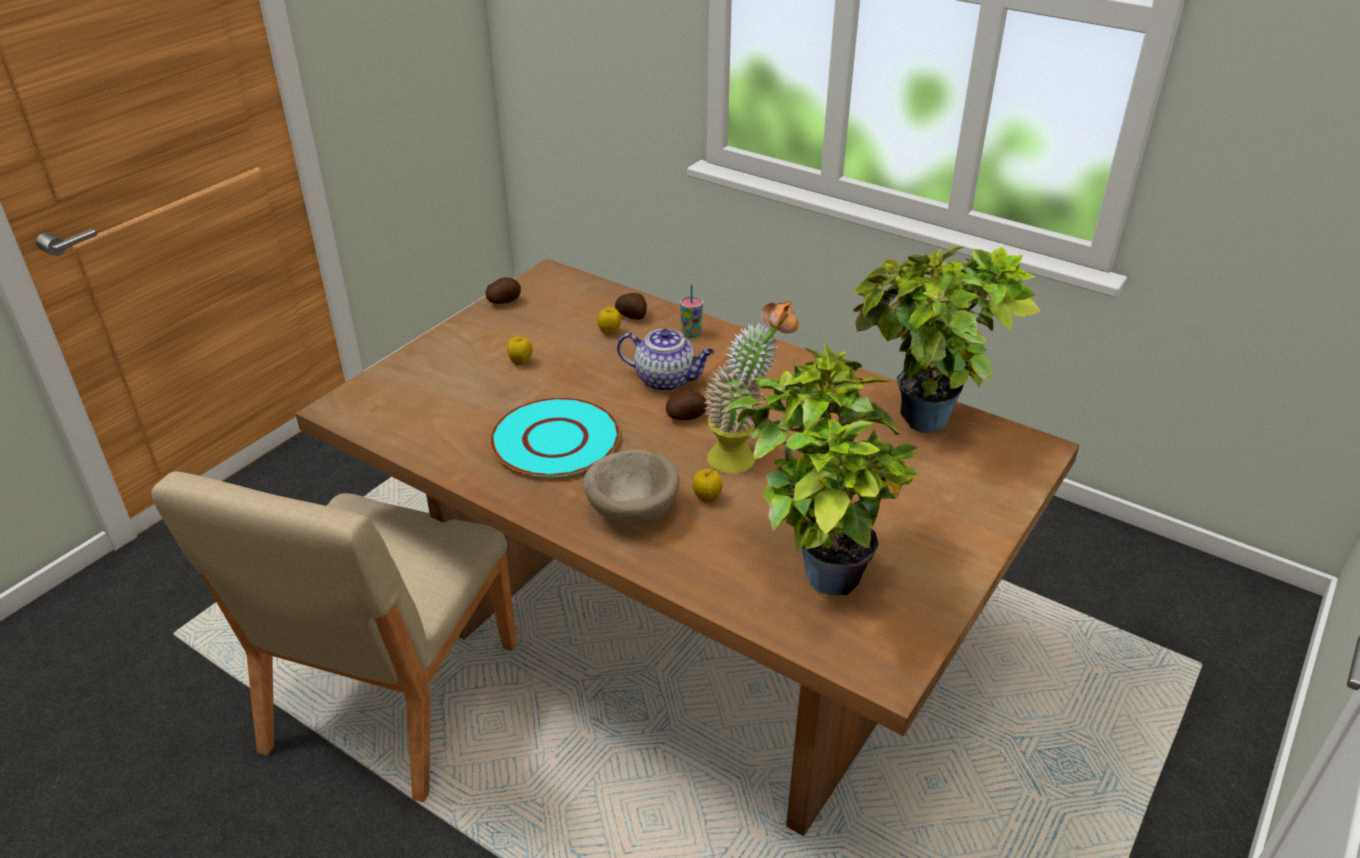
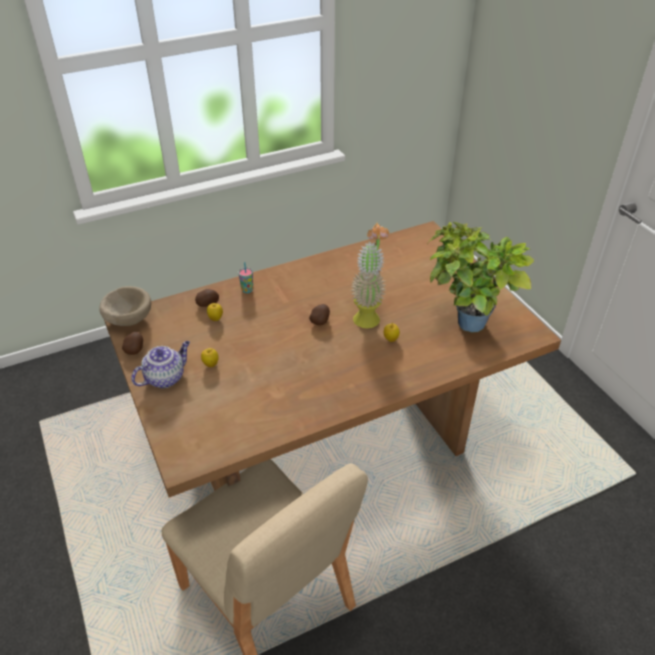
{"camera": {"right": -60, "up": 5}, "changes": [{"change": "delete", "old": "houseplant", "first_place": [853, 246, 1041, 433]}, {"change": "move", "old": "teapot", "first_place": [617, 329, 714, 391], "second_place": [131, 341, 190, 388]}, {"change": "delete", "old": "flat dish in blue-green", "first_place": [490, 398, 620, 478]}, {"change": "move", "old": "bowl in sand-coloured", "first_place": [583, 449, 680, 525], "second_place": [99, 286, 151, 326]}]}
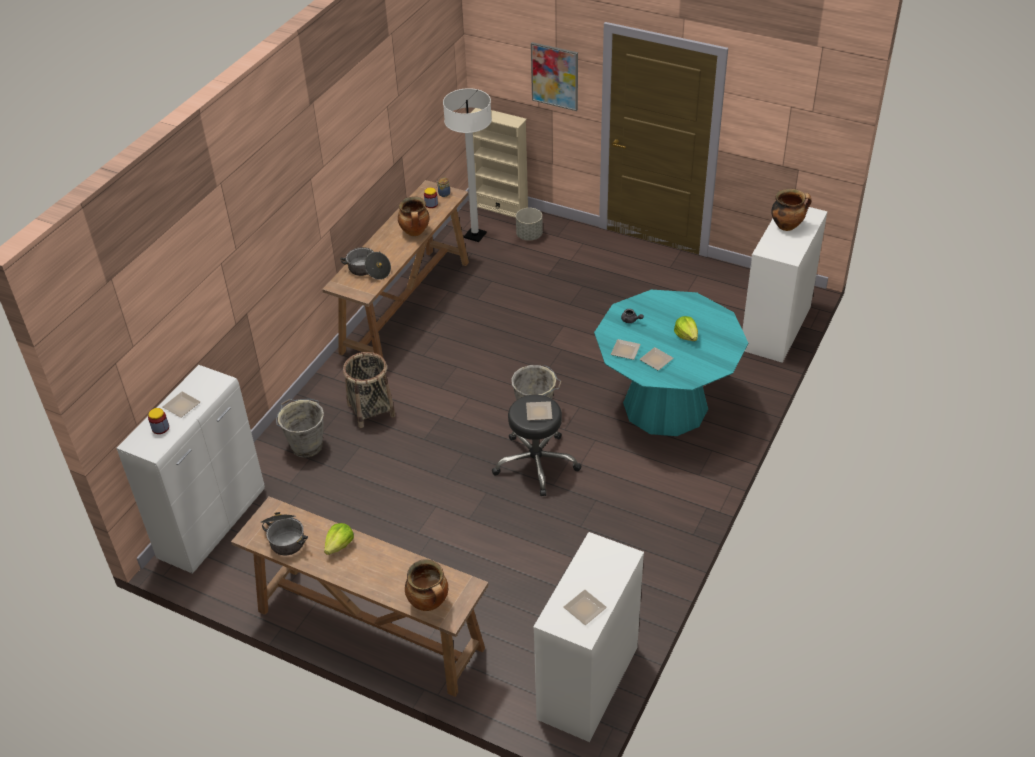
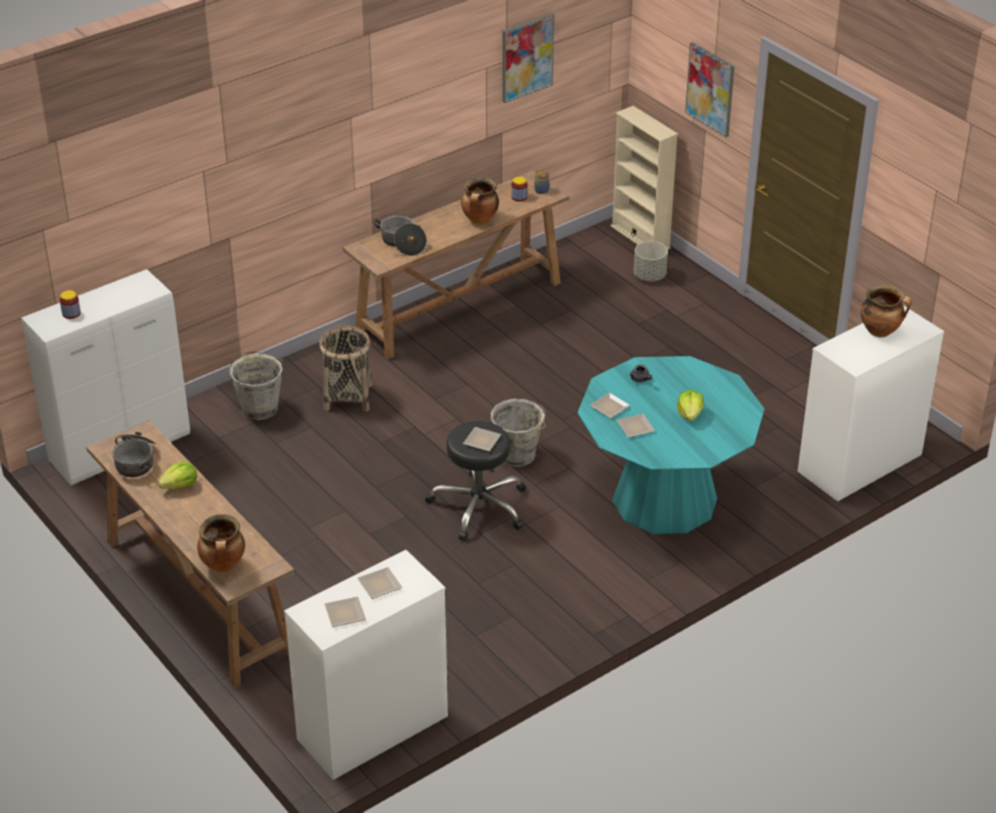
{"camera": {"right": 25, "up": -5}, "changes": [{"change": "delete", "old": "standard lamp in white-coloured", "first_place": [443, 88, 492, 242]}, {"change": "move", "old": "flat dish", "first_place": [163, 391, 200, 418], "second_place": [358, 567, 403, 599]}, {"change": "insert", "new": "wall art", "second_place": [502, 13, 554, 103]}]}
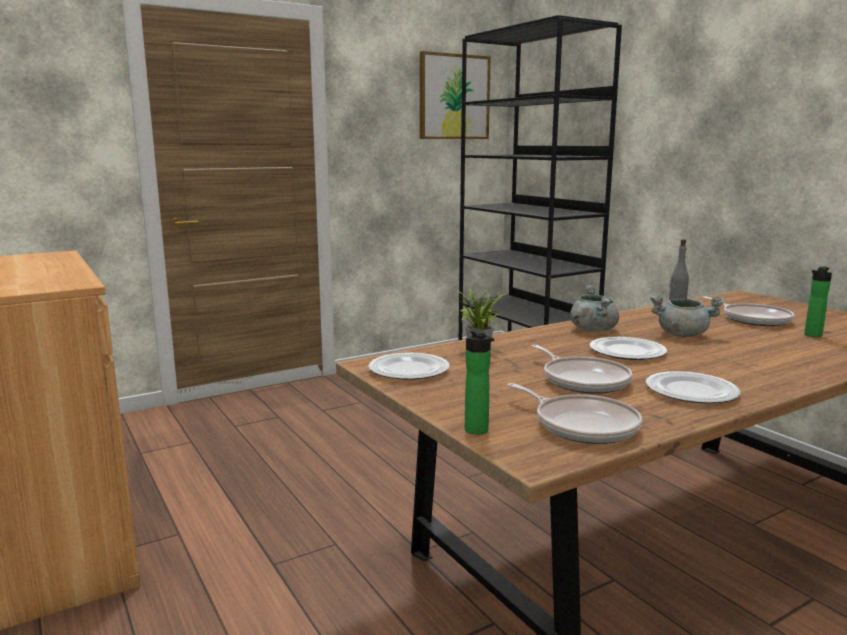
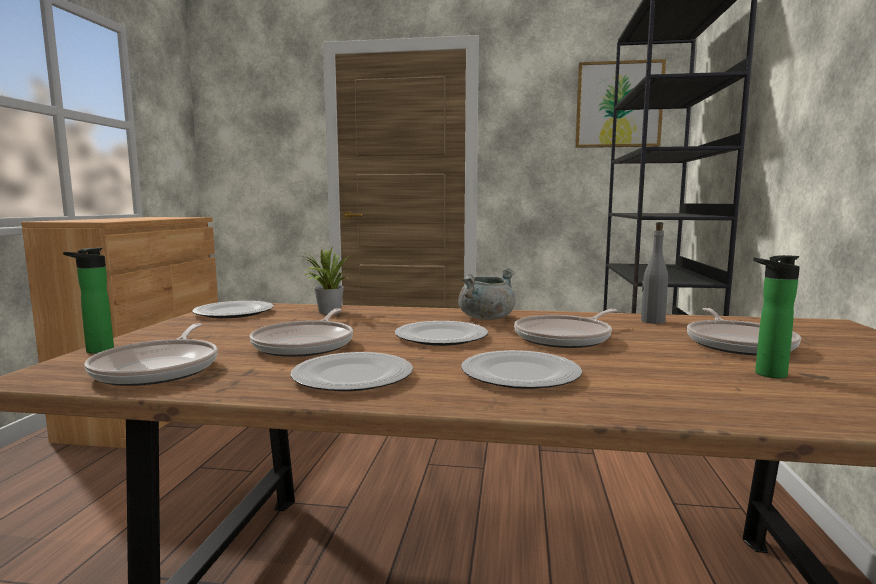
{"camera": {"right": 40, "up": -5}, "changes": [{"change": "replace", "old": "cooking pot in grey", "new": "frying pan", "first_place": [650, 295, 725, 337], "second_place": [514, 309, 617, 348]}, {"change": "insert", "new": "flat dish", "second_place": [461, 350, 582, 389]}]}
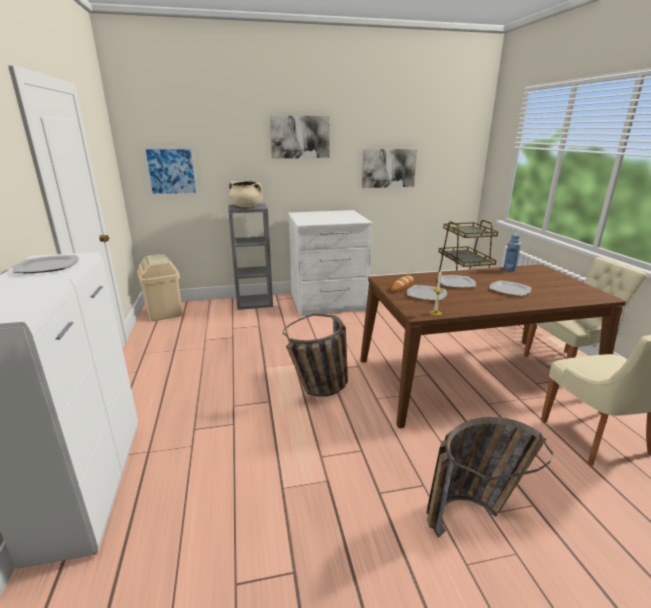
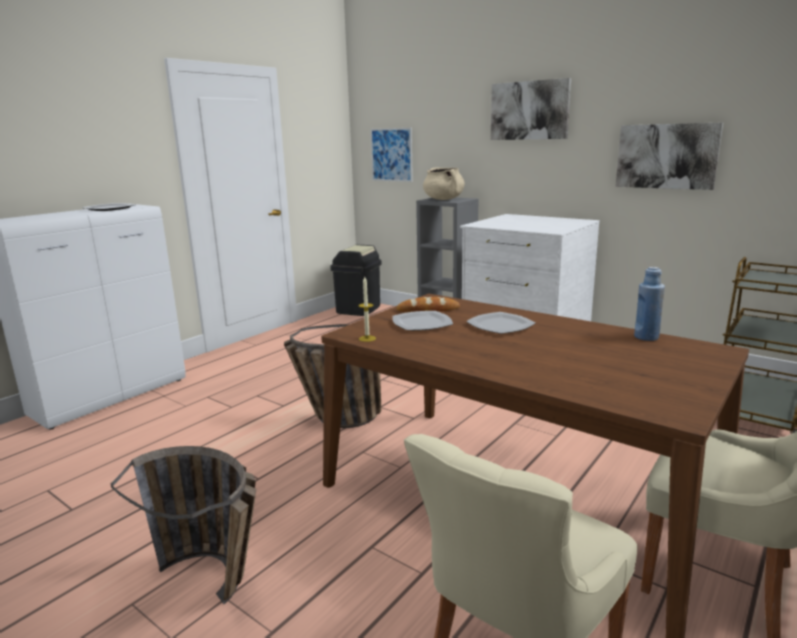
{"camera": {"right": 50, "up": -5}, "changes": [{"change": "recolor", "old": "rubbish bin in sand-coloured", "new": "rubbish bin in blackish", "first_place": [137, 254, 183, 321], "second_place": [330, 245, 382, 316]}, {"change": "delete", "old": "flat dish", "first_place": [489, 280, 531, 296]}]}
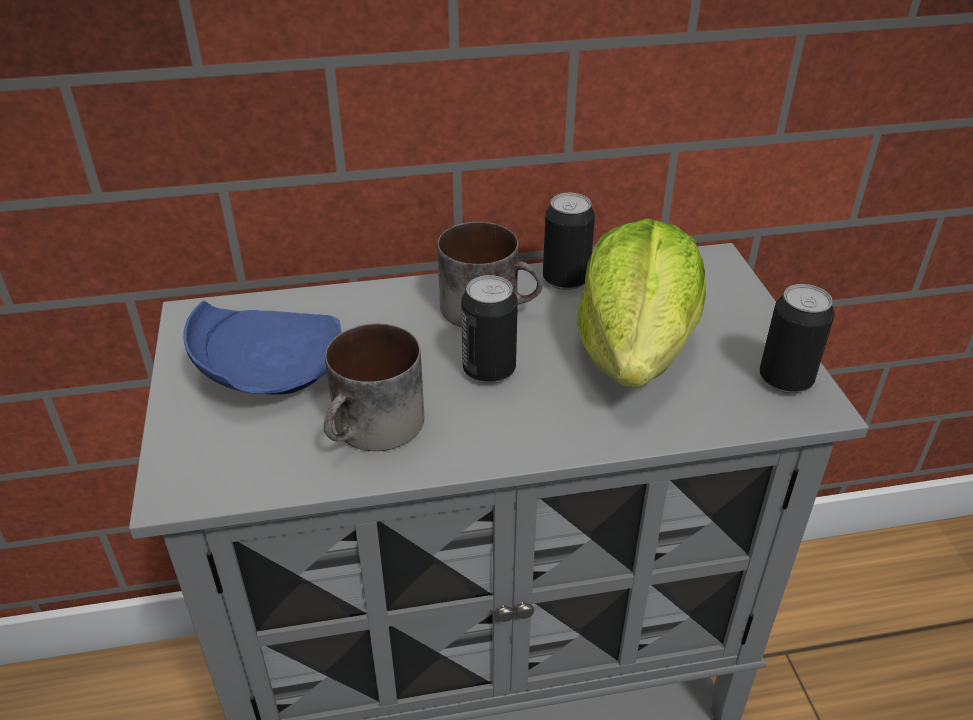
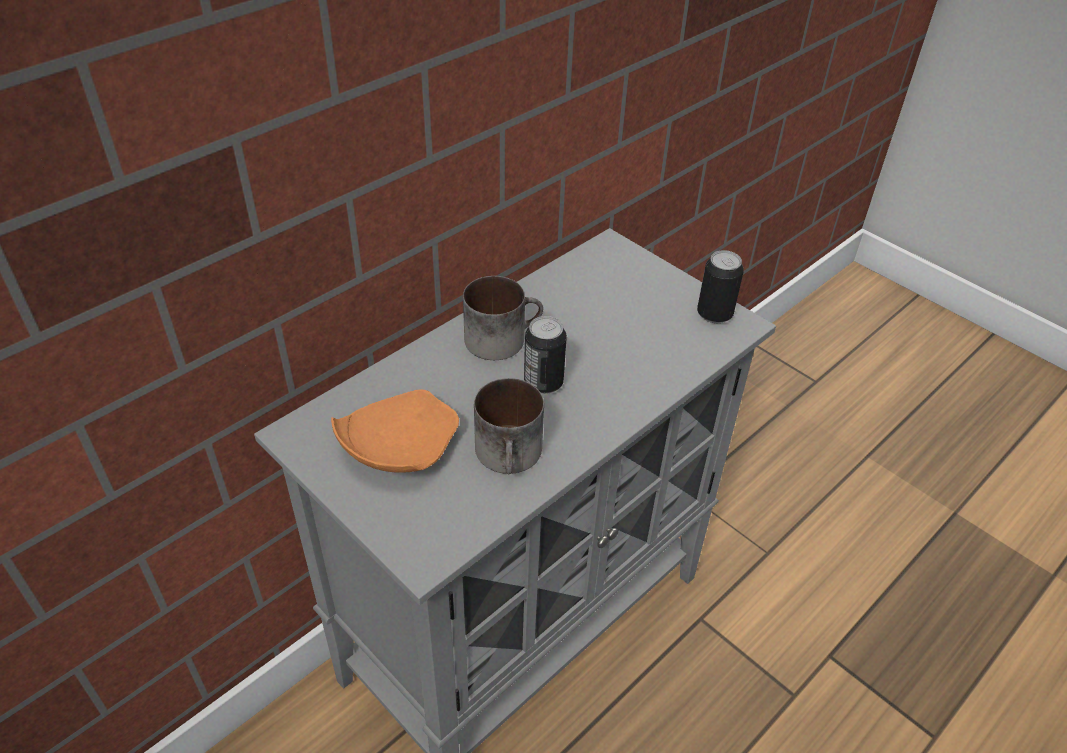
{"camera": {"right": -35, "up": 5}, "changes": [{"change": "delete", "old": "metal can", "first_place": [543, 193, 595, 290]}, {"change": "delete", "old": "lettuce head", "first_place": [577, 219, 706, 388]}, {"change": "recolor", "old": "flat dish in bluish", "new": "flat dish in orangey", "first_place": [183, 301, 342, 395], "second_place": [331, 389, 459, 473]}]}
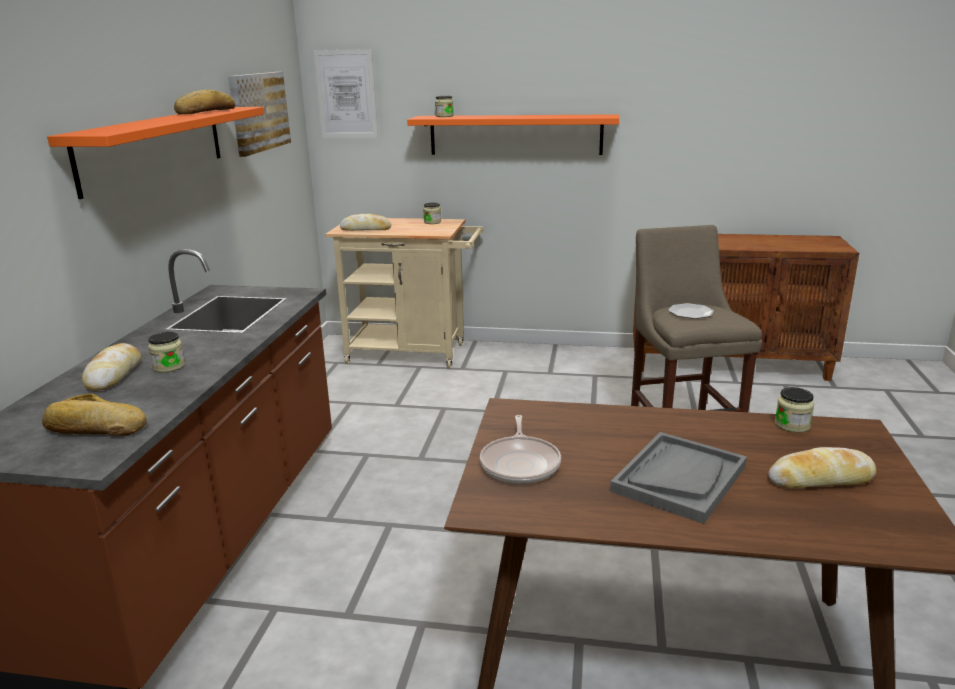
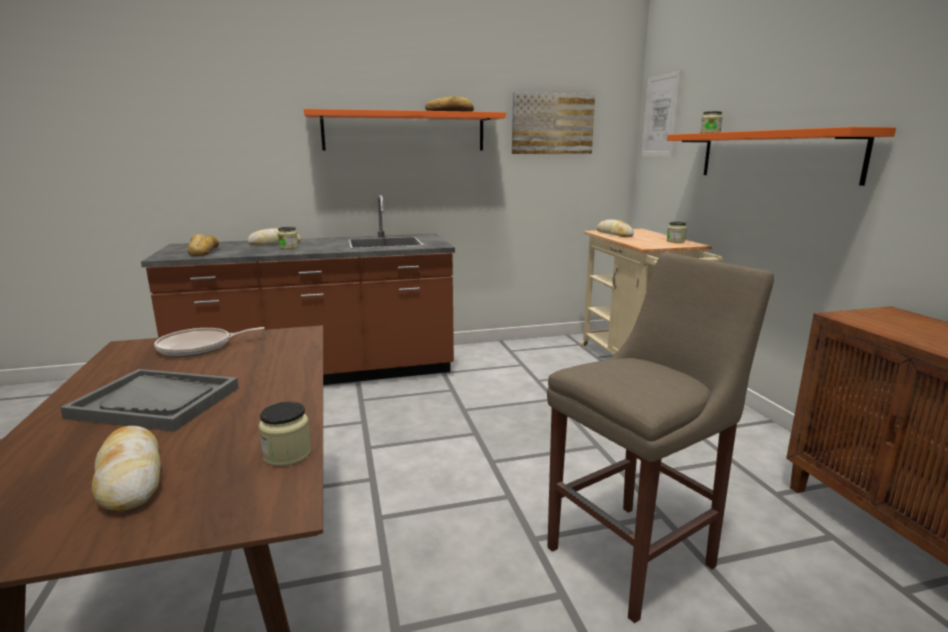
{"camera": {"right": 65, "up": -5}, "changes": [{"change": "delete", "old": "flat dish", "first_place": [668, 303, 714, 319]}]}
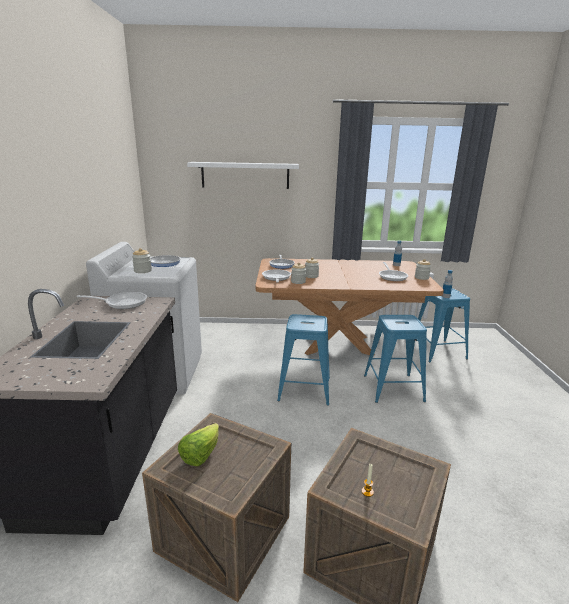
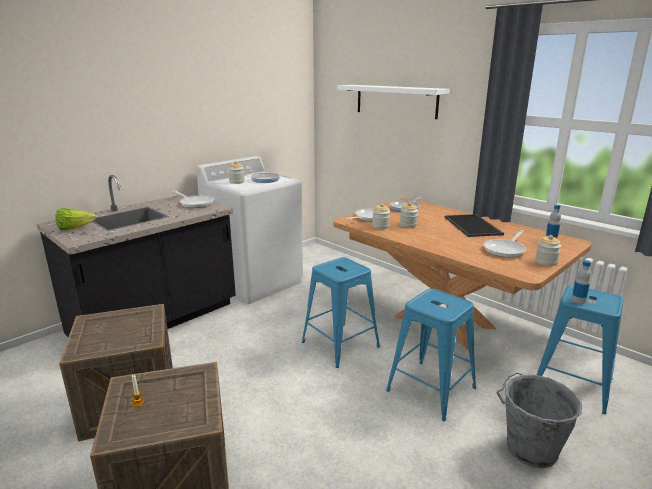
{"camera": {"right": 45, "up": 0}, "changes": [{"change": "move", "old": "lettuce head", "first_place": [178, 423, 219, 466], "second_place": [55, 208, 97, 230]}, {"change": "insert", "new": "serving tray", "second_place": [445, 214, 504, 237]}, {"change": "insert", "new": "bucket in grey", "second_place": [497, 373, 582, 468]}]}
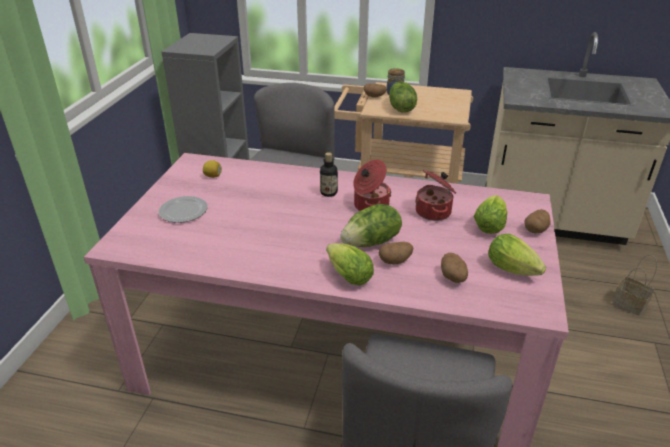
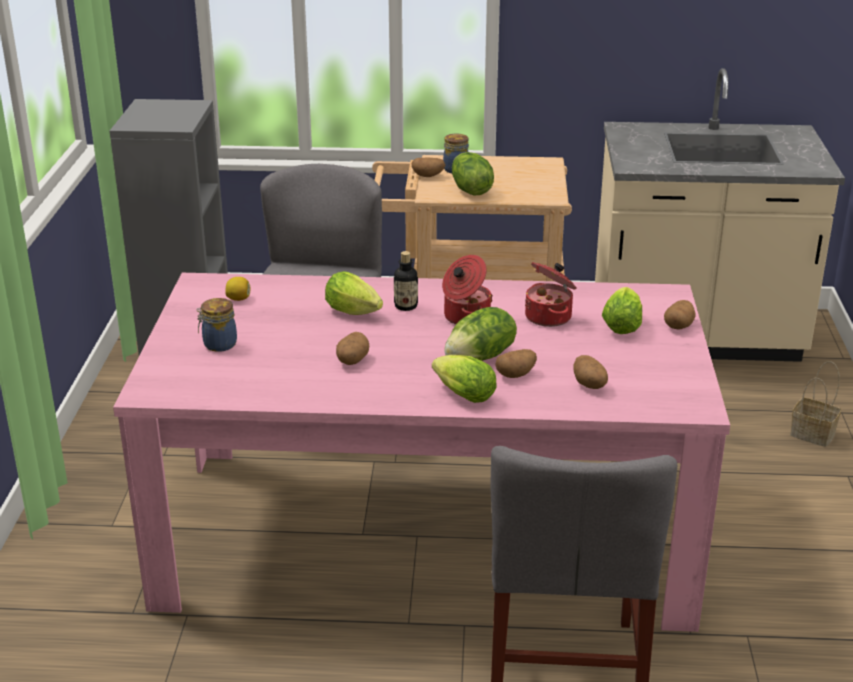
{"camera": {"right": -10, "up": -5}, "changes": [{"change": "replace", "old": "flat dish", "new": "storage jar", "first_place": [159, 196, 208, 223], "second_place": [197, 298, 237, 352]}, {"change": "move", "old": "lettuce head", "first_place": [488, 234, 546, 276], "second_place": [325, 271, 383, 315]}, {"change": "insert", "new": "potato", "second_place": [336, 332, 369, 365]}]}
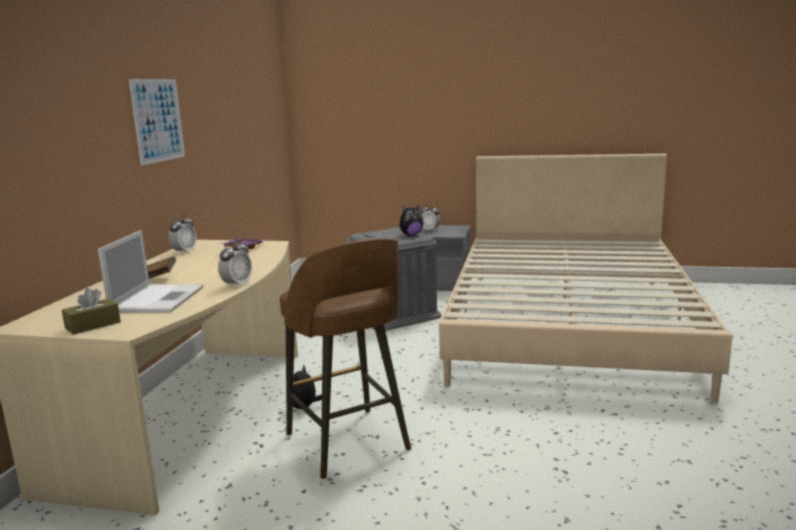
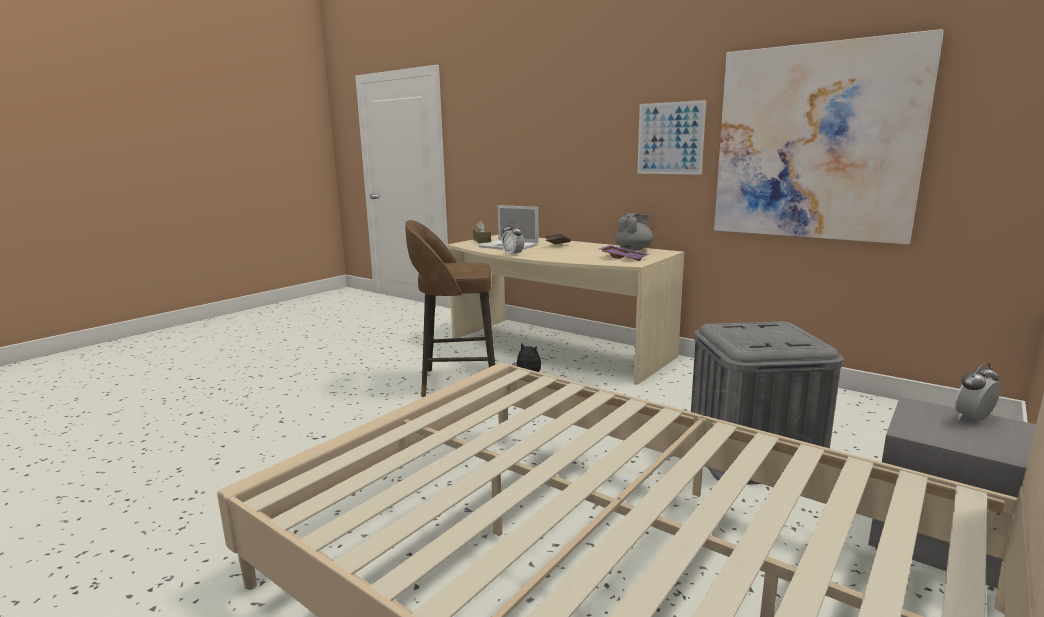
{"camera": {"right": 115, "up": 0}, "changes": [{"change": "delete", "old": "cuddly toy", "first_place": [399, 205, 423, 236]}, {"change": "replace", "old": "bedside clock", "new": "teapot in grey", "first_place": [168, 214, 197, 254], "second_place": [615, 213, 653, 251]}, {"change": "insert", "new": "wall art", "second_place": [714, 29, 944, 244]}]}
